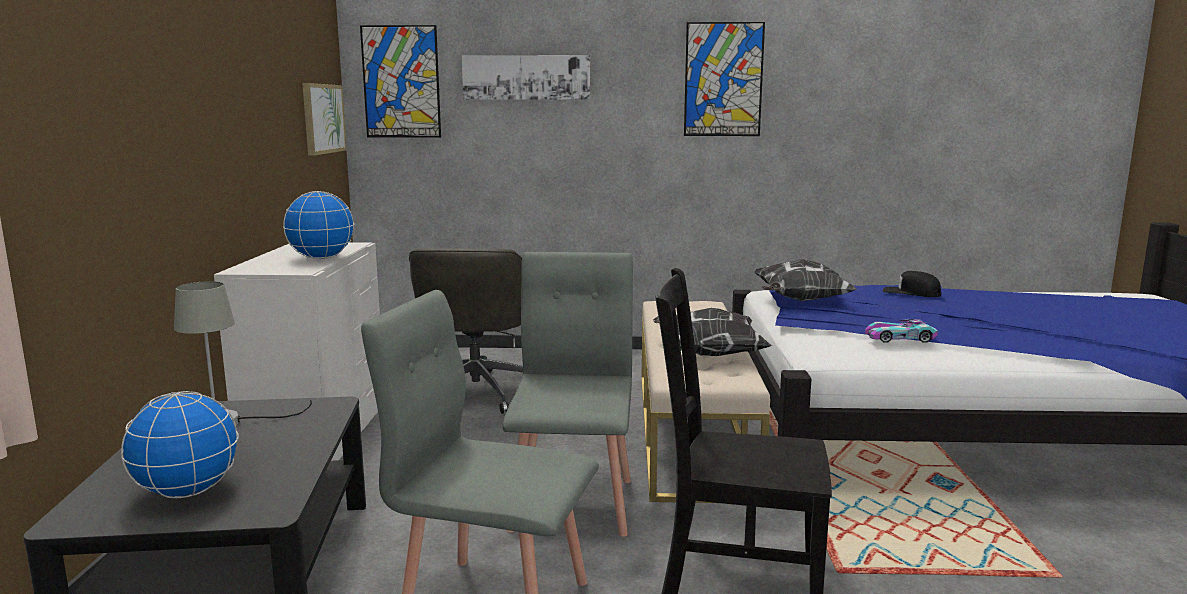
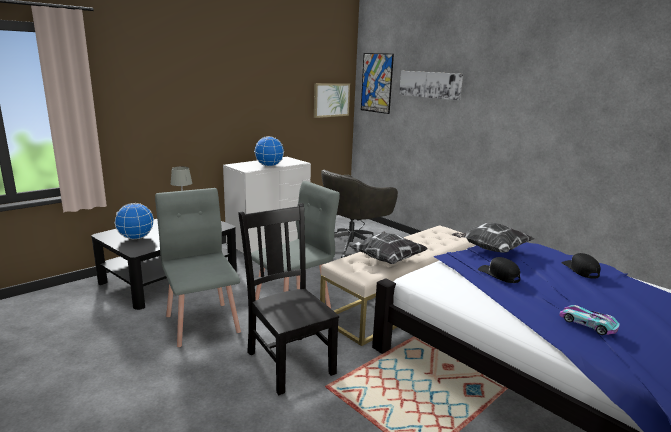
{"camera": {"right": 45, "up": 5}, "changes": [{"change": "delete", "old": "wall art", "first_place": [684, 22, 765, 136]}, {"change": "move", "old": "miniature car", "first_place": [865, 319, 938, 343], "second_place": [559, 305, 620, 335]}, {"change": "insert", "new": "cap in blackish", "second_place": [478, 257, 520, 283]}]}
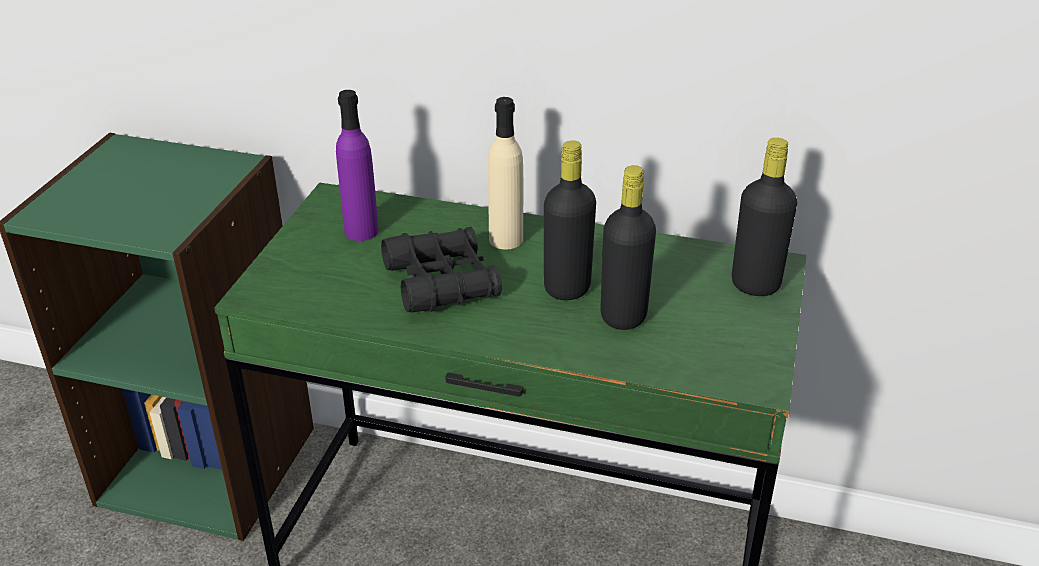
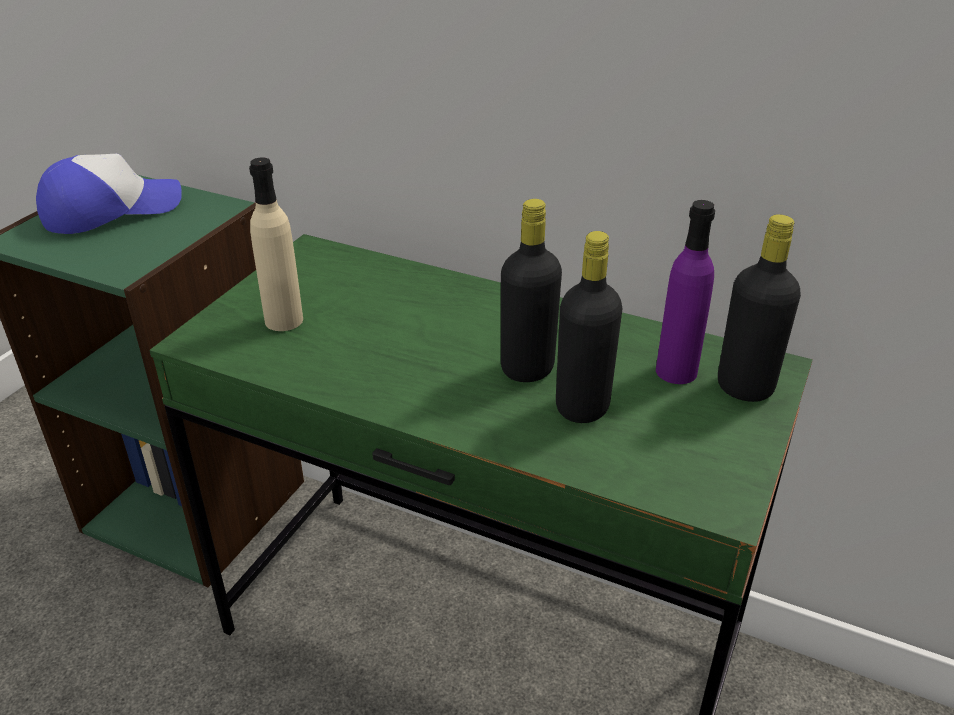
{"camera": {"right": 10, "up": 0}, "changes": [{"change": "move", "old": "beverage bottle in purple", "first_place": [336, 90, 379, 241], "second_place": [656, 200, 715, 384]}, {"change": "move", "old": "beverage bottle in sand-coloured", "first_place": [488, 97, 523, 249], "second_place": [249, 157, 303, 331]}, {"change": "delete", "old": "field glasses in blackish", "first_place": [381, 227, 502, 313]}, {"change": "insert", "new": "cap", "second_place": [36, 154, 182, 234]}]}
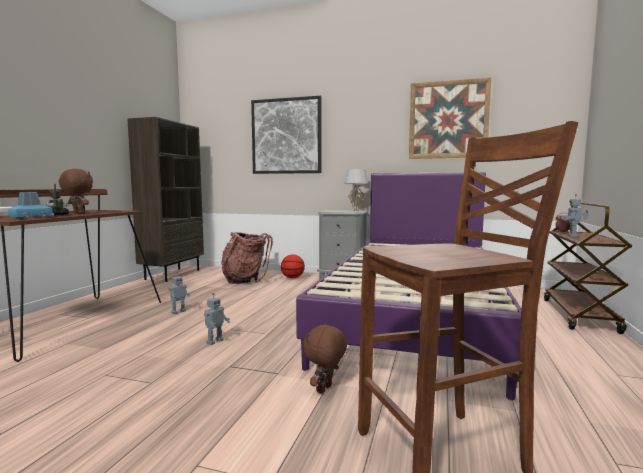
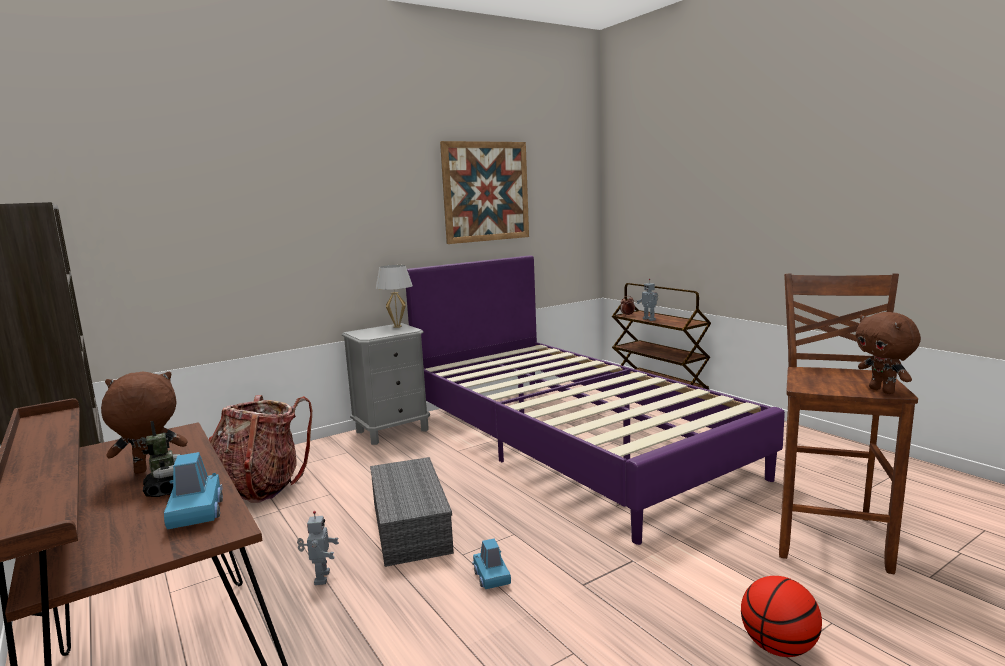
{"camera": {"right": -50, "up": 5}, "changes": [{"change": "delete", "old": "wall art", "first_place": [251, 96, 322, 174]}, {"change": "move", "old": "basketball", "first_place": [281, 255, 305, 278], "second_place": [741, 576, 822, 657]}, {"change": "replace", "old": "toy robot", "new": "miniature car in bluish", "first_place": [204, 293, 230, 345], "second_place": [472, 539, 511, 589]}, {"change": "move", "old": "cuddly toy in brown-coloured", "first_place": [303, 323, 347, 394], "second_place": [856, 312, 921, 394]}, {"change": "insert", "new": "storage bin in grey", "second_place": [370, 457, 454, 567]}]}
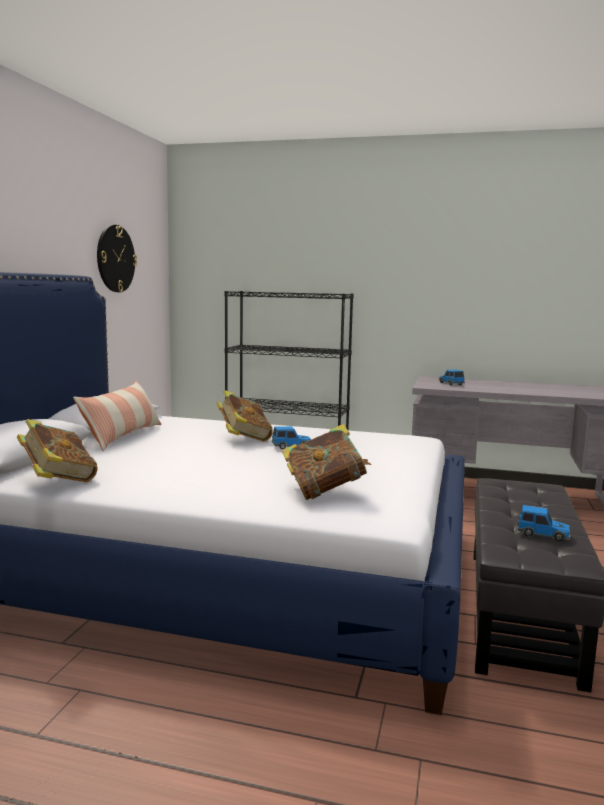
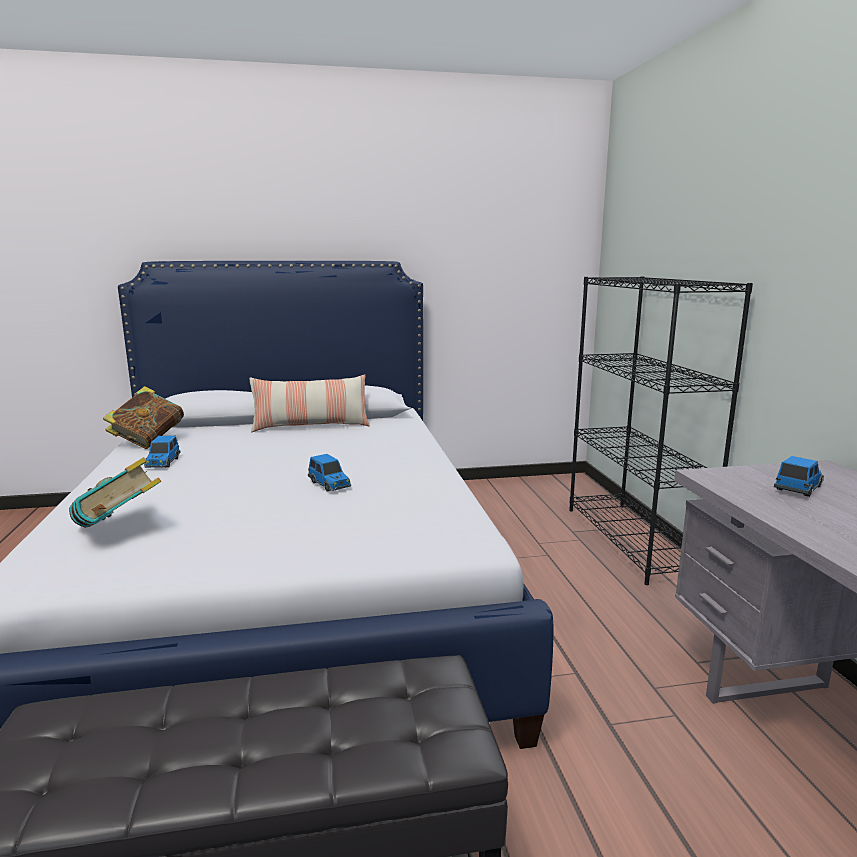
{"camera": {"right": 65, "up": 5}, "changes": [{"change": "delete", "old": "wall clock", "first_place": [97, 225, 137, 292]}, {"change": "delete", "old": "bound book", "first_place": [216, 390, 273, 442]}, {"change": "move", "old": "miniature car", "first_place": [517, 505, 570, 542], "second_place": [144, 436, 180, 468]}]}
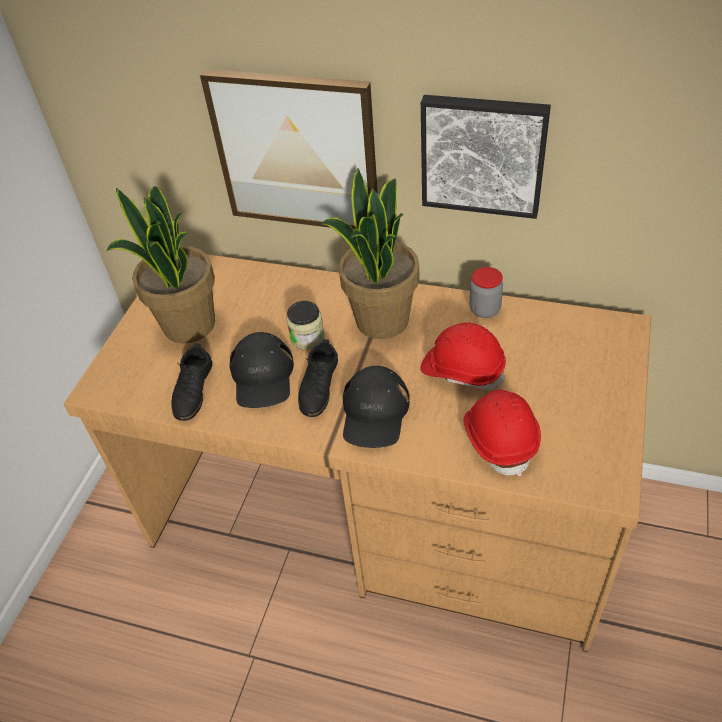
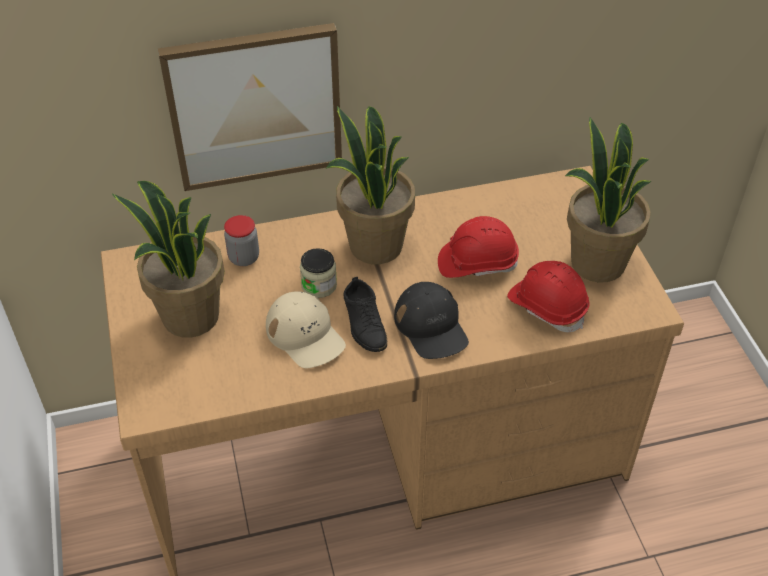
{"camera": {"right": -35, "up": 0}, "changes": [{"change": "delete", "old": "wall art", "first_place": [421, 95, 551, 219]}, {"change": "move", "old": "storage jar", "first_place": [470, 267, 503, 318], "second_place": [224, 215, 259, 266]}, {"change": "recolor", "old": "cap in blackish", "new": "cap in sand-coloured", "first_place": [229, 332, 294, 408], "second_place": [266, 291, 346, 368]}, {"change": "delete", "old": "shoe in blackish", "first_place": [172, 343, 213, 421]}, {"change": "insert", "new": "houseplant", "second_place": [565, 117, 652, 282]}]}
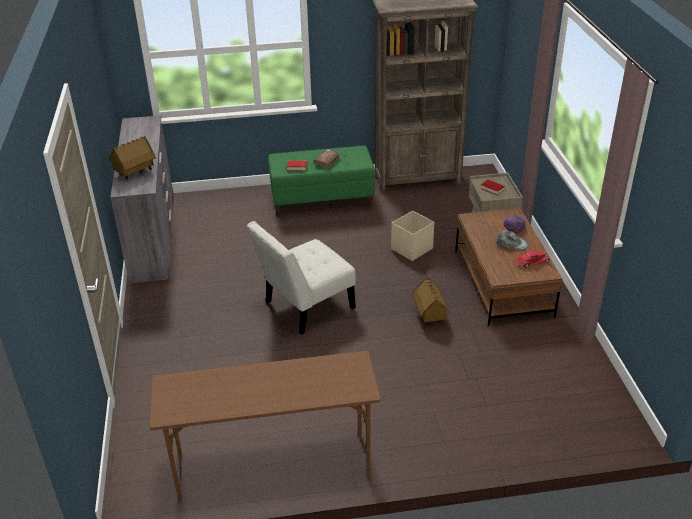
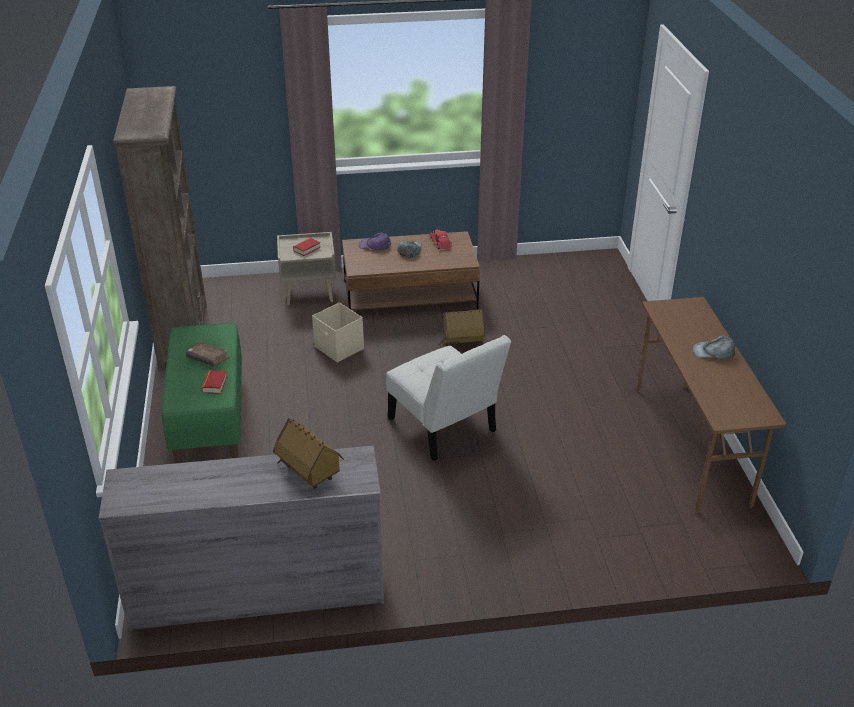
{"camera": {"right": -90, "up": 0}, "changes": [{"change": "insert", "new": "cap in grey", "second_place": [693, 335, 735, 359]}]}
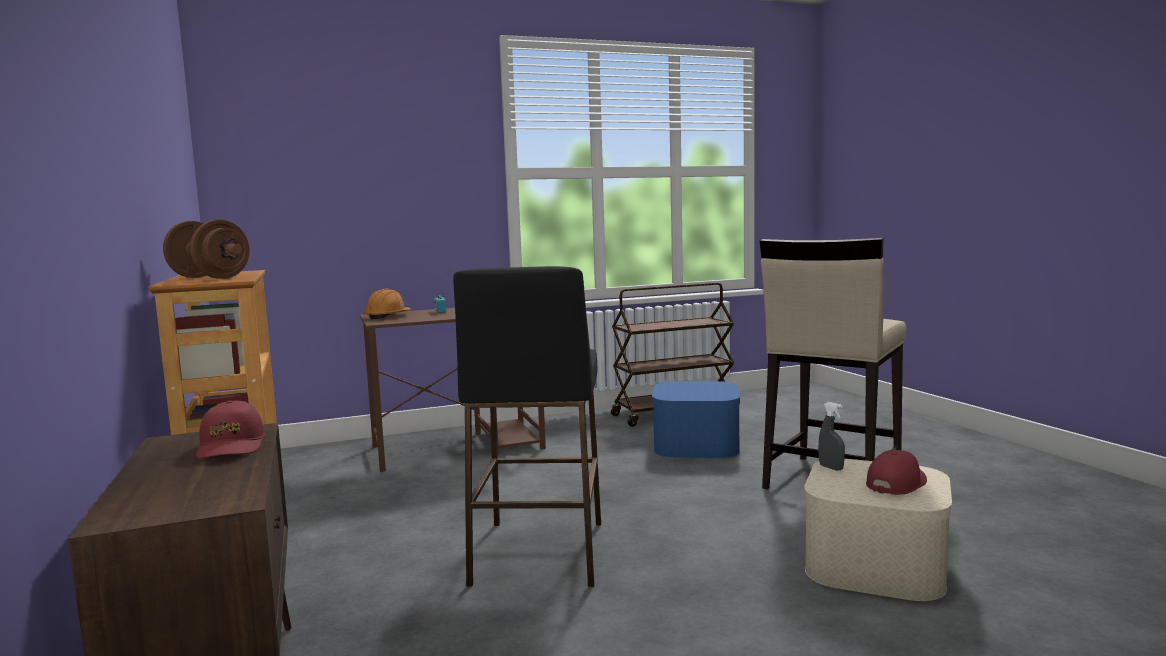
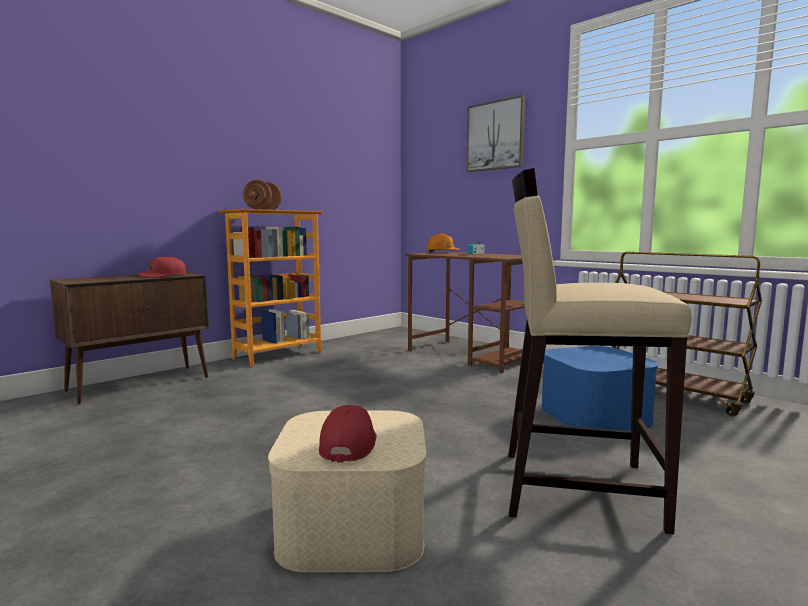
{"camera": {"right": 65, "up": 0}, "changes": [{"change": "delete", "old": "sitting stool in blackish", "first_place": [453, 266, 601, 587]}, {"change": "delete", "old": "sprayer in grey", "first_place": [818, 402, 845, 471]}, {"change": "rotate", "old": "cap in red-coloured", "first_place": [866, 450, 927, 495], "second_place": [319, 405, 377, 463], "degrees": -105}, {"change": "insert", "new": "wall art", "second_place": [466, 95, 525, 172]}]}
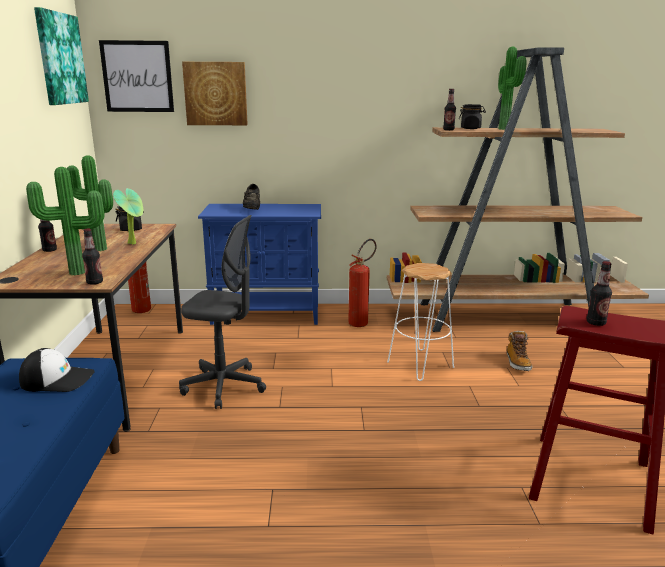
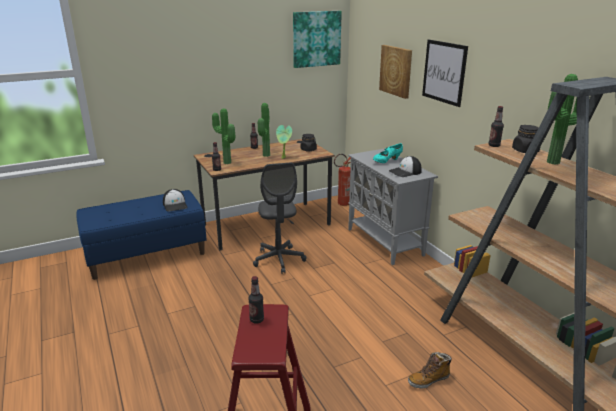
{"camera": {"right": 65, "up": 5}, "changes": [{"change": "move", "old": "wall art", "first_place": [99, 40, 174, 112], "second_place": [422, 40, 468, 107]}, {"change": "recolor", "old": "shoe in blackish", "new": "shoe in blue-green", "first_place": [243, 184, 260, 210], "second_place": [373, 143, 403, 163]}, {"change": "recolor", "old": "cupboard in bluish", "new": "cupboard in grey", "first_place": [198, 204, 321, 325], "second_place": [348, 149, 438, 265]}, {"change": "delete", "old": "fire extinguisher", "first_place": [348, 239, 376, 327]}, {"change": "delete", "old": "sitting stool in white-coloured", "first_place": [387, 263, 454, 381]}, {"change": "insert", "new": "cap", "second_place": [389, 156, 422, 177]}]}
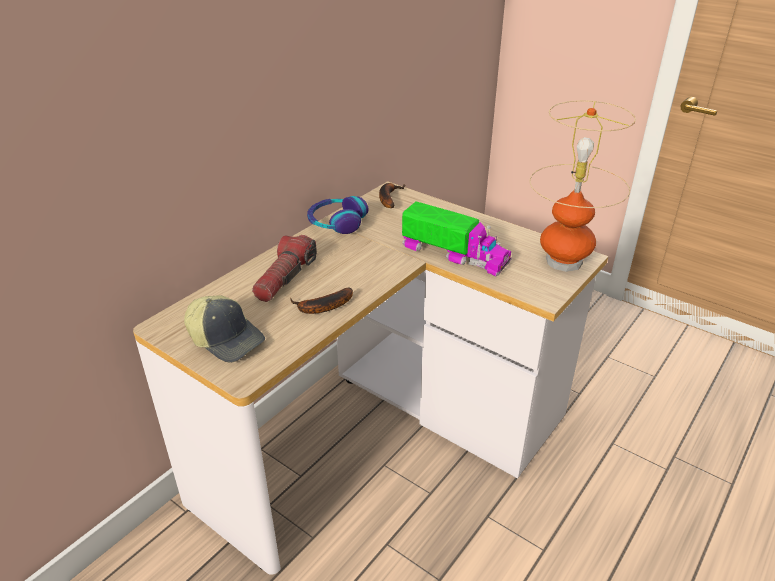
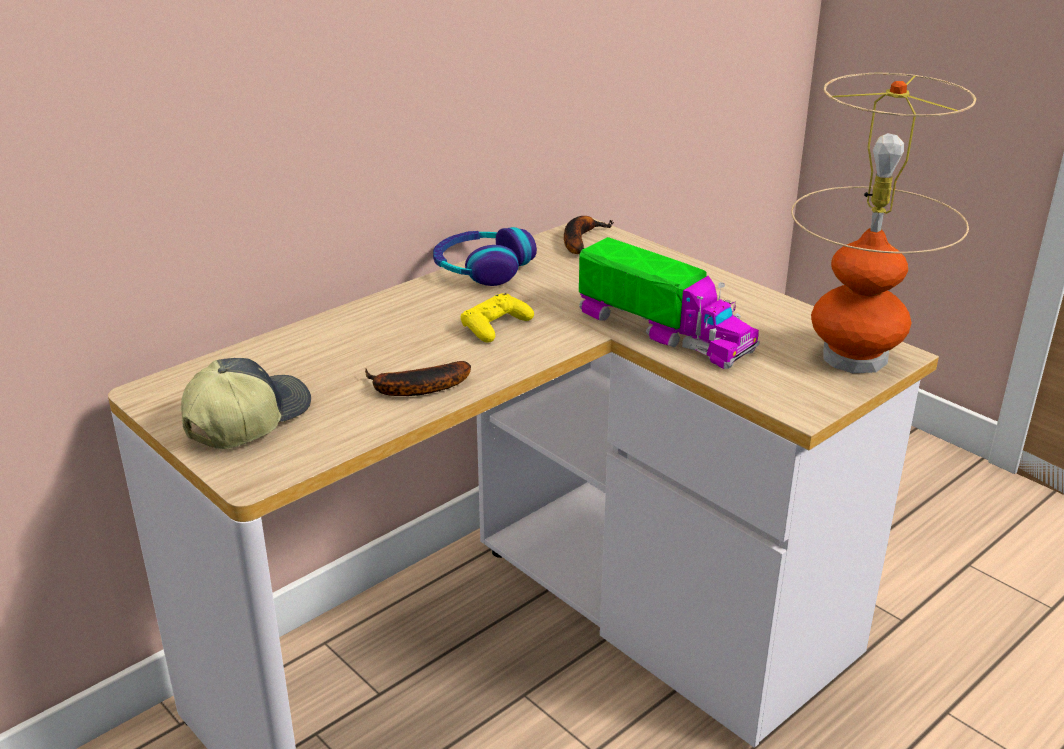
{"camera": {"right": 10, "up": -5}, "changes": [{"change": "delete", "old": "torch", "first_place": [252, 235, 317, 302]}, {"change": "rotate", "old": "cap", "first_place": [184, 295, 265, 363], "second_place": [181, 358, 311, 449], "degrees": -105}, {"change": "insert", "new": "joypad in yellow", "second_place": [460, 293, 534, 343]}]}
